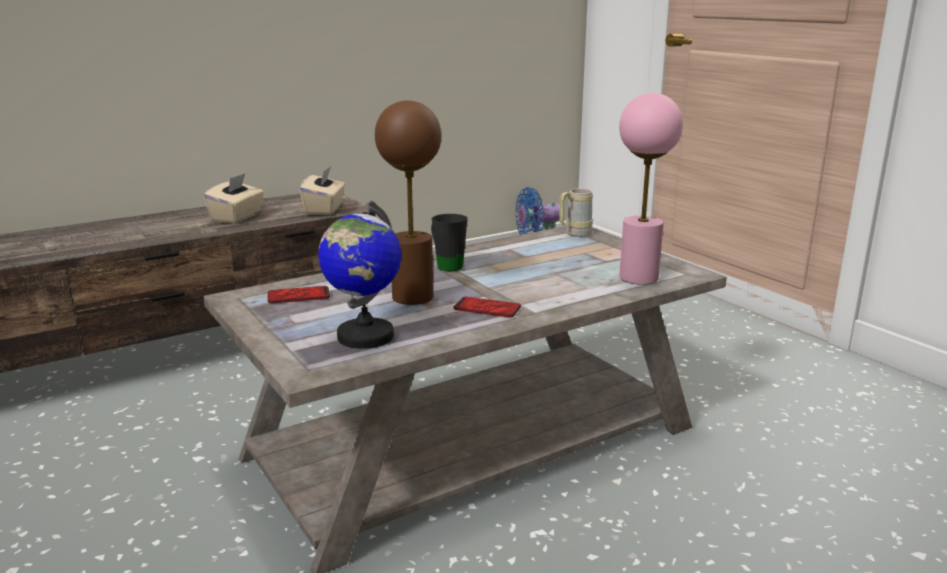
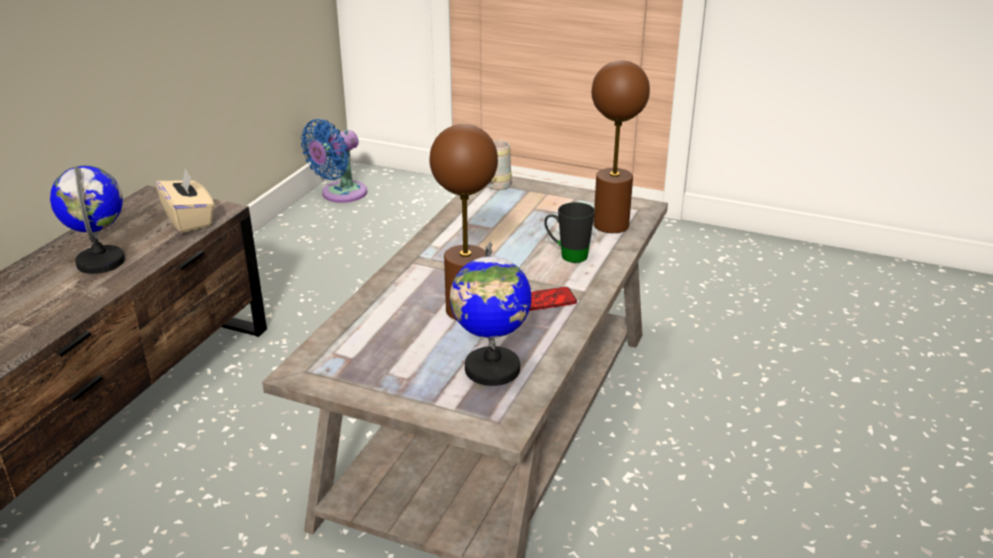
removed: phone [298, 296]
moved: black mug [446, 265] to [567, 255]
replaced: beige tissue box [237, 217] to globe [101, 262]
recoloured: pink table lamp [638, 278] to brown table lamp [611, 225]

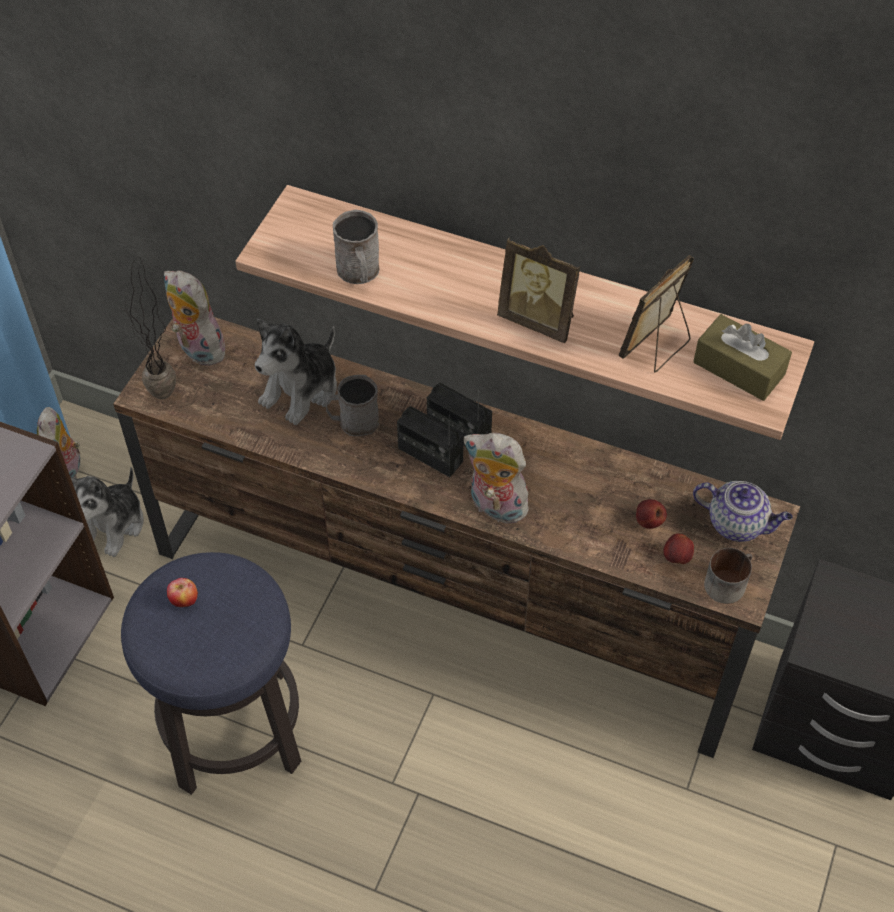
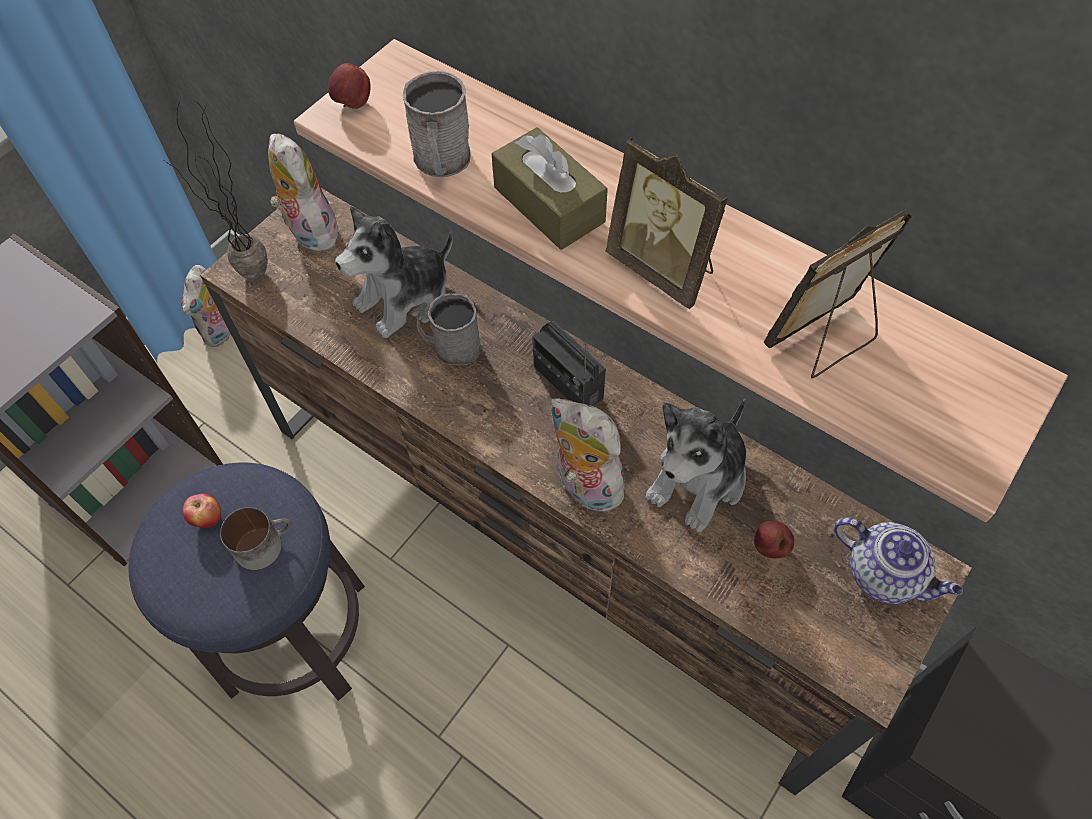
removed: radio [430, 455]
moved: brown tissue box [739, 368] to [549, 204]; plush toy [114, 525] to [699, 479]; apple [677, 558] to [353, 104]; mug [727, 581] to [264, 543]

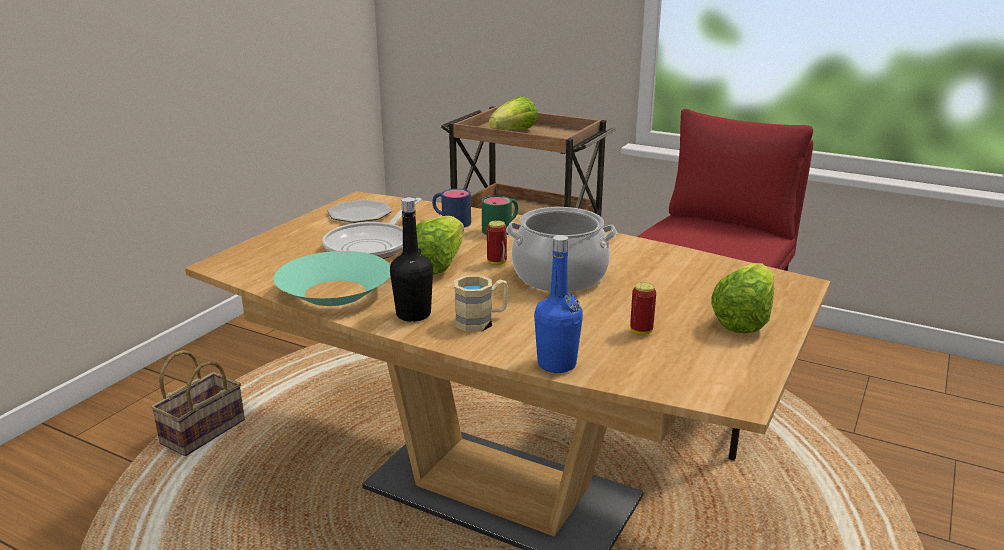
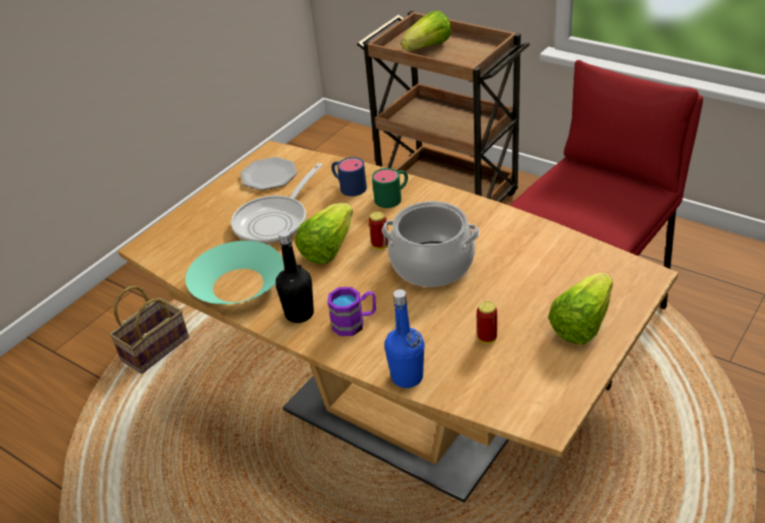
recoloured: beige mug [481, 321] to purple mug [354, 323]

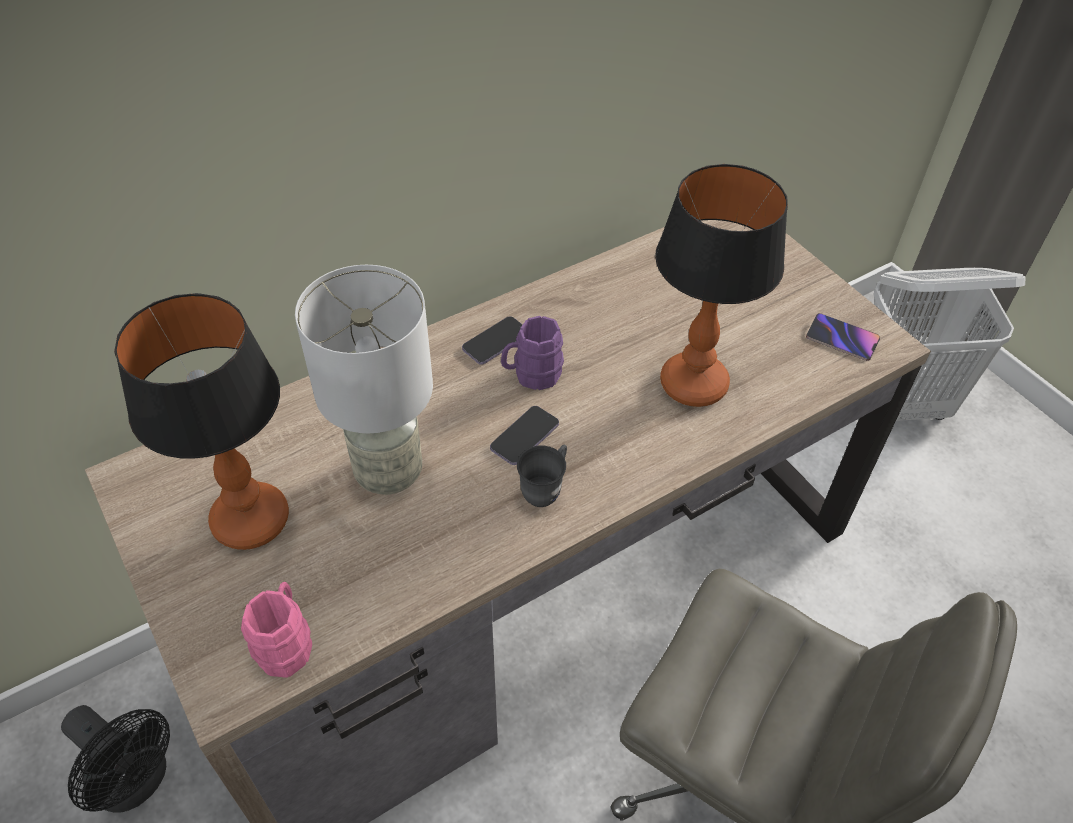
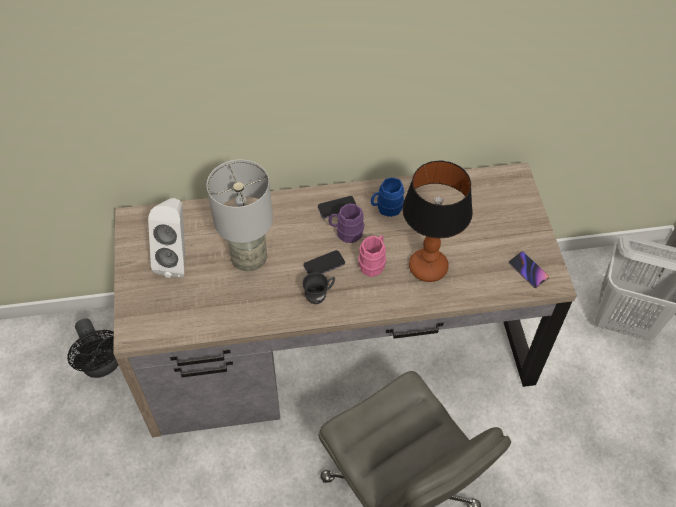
added: blue mug [386, 208]
moved: pink mug [286, 642] to [373, 262]
replaced: table lamp [251, 519] to white speaker [177, 259]

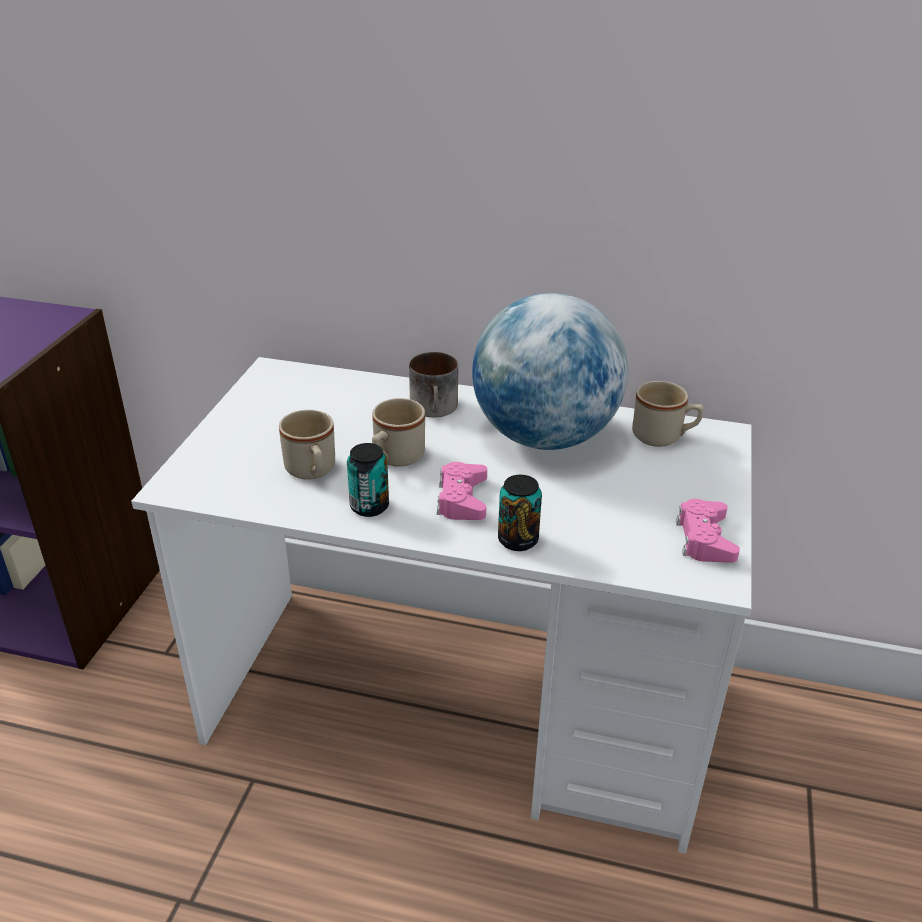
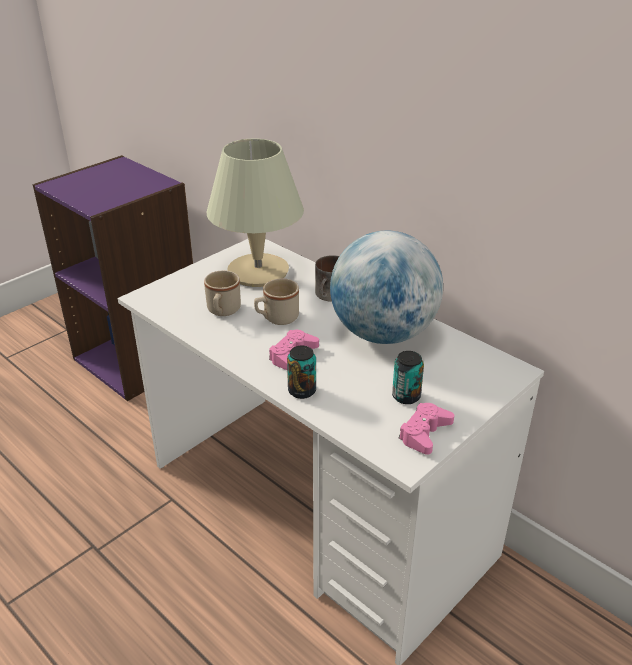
removed: beige mug [664, 437]
added: beige table lamp [258, 272]
moved: can [369, 506] to [406, 396]

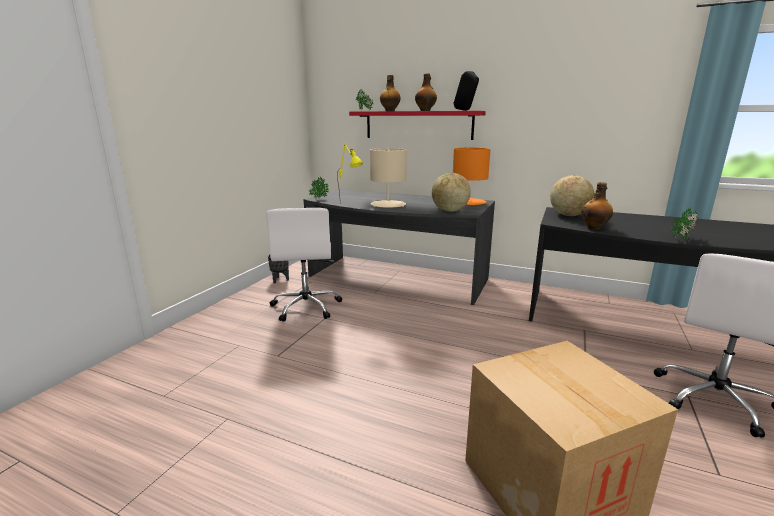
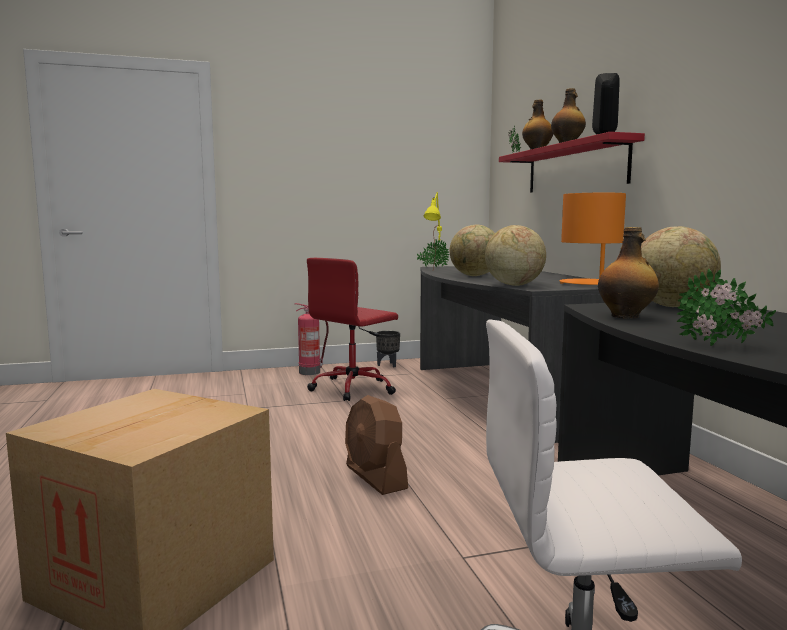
added: fire extinguisher [310, 372]; brown fan [375, 477]
replaced: beige table lamp [388, 205] to globe [475, 276]
recoloured: white office chair [306, 307] to red office chair [354, 388]

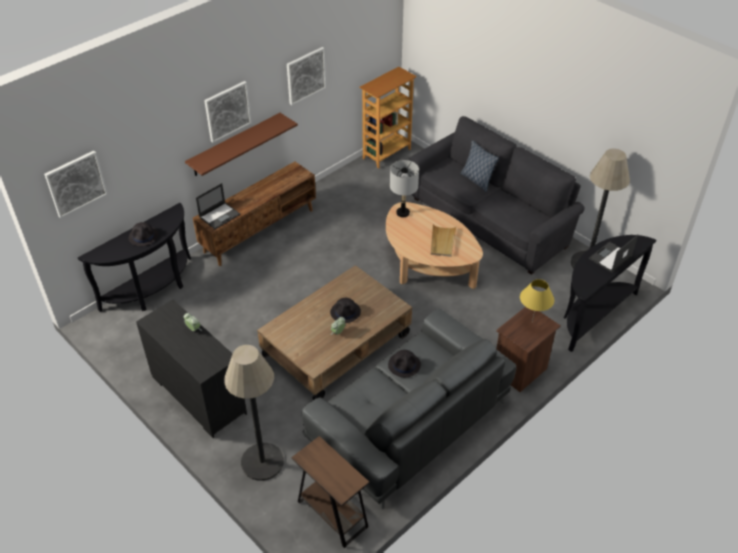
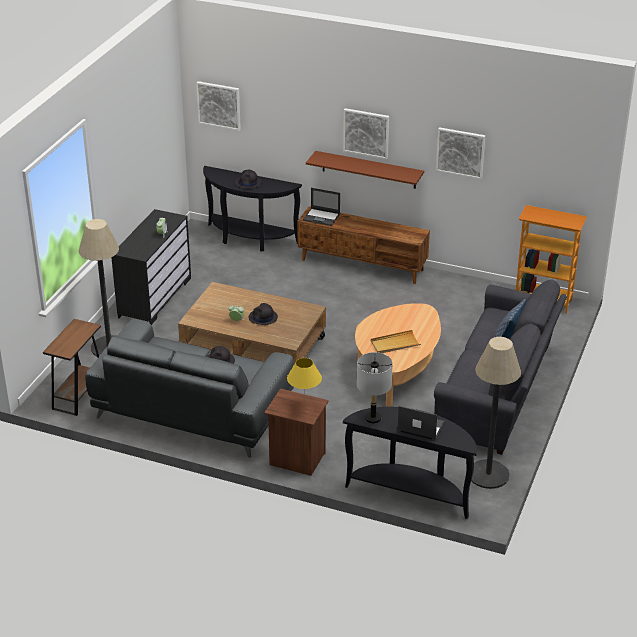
moved: grey table lamp [402, 213] to [372, 418]

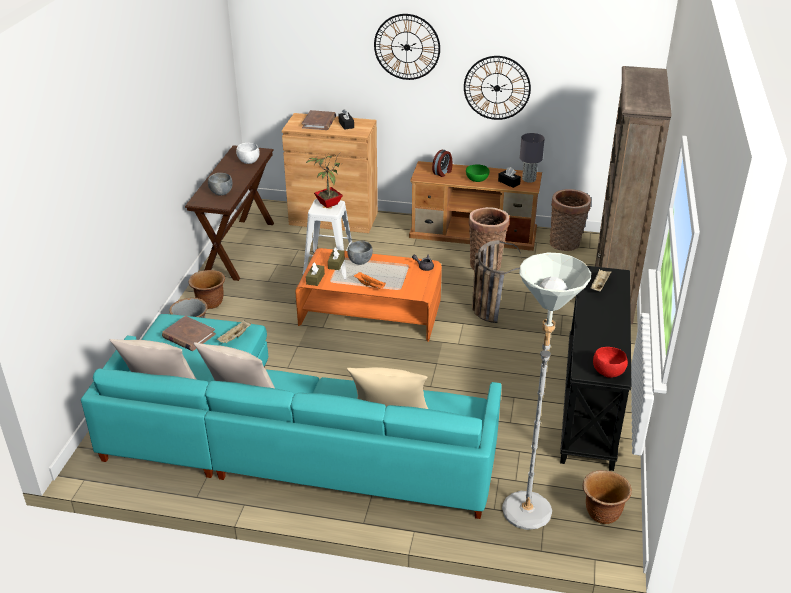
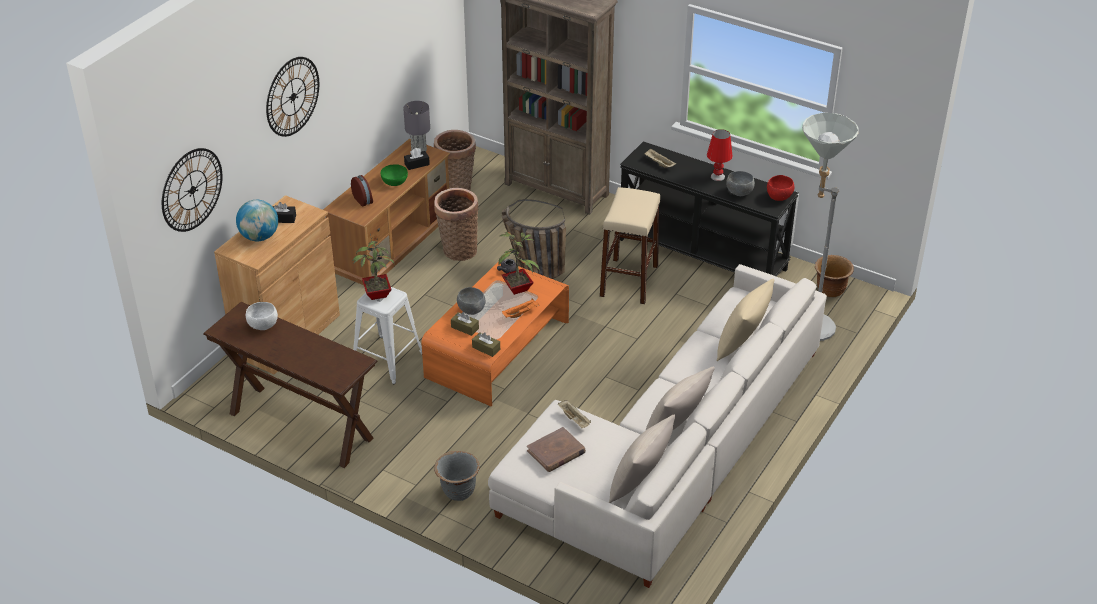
removed: brown planter [210, 303]
added: red table lamp [717, 177]; beige stool [629, 281]; potted plant [519, 288]
moved: wall clock [497, 88] to [192, 190]; grey bowl [221, 193] to [739, 193]
replaced: brown book [319, 122] to globe [259, 237]
recoloured: turquoise sofa [280, 440] to white sofa [671, 452]

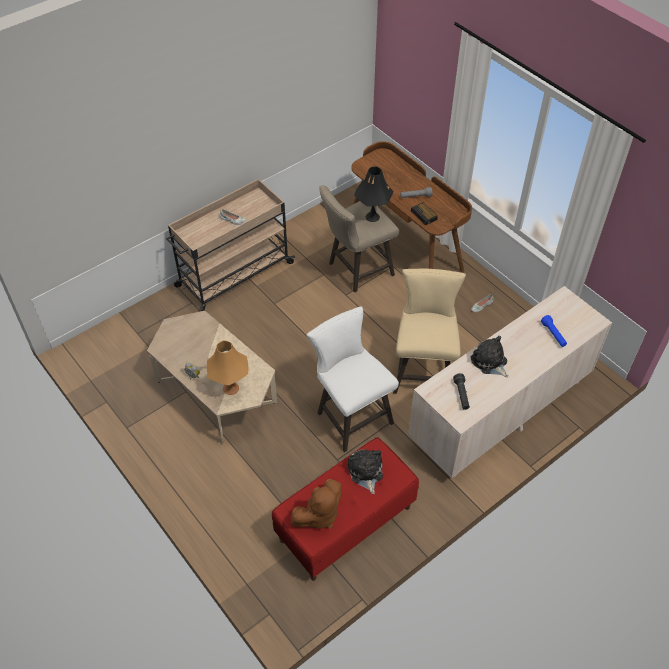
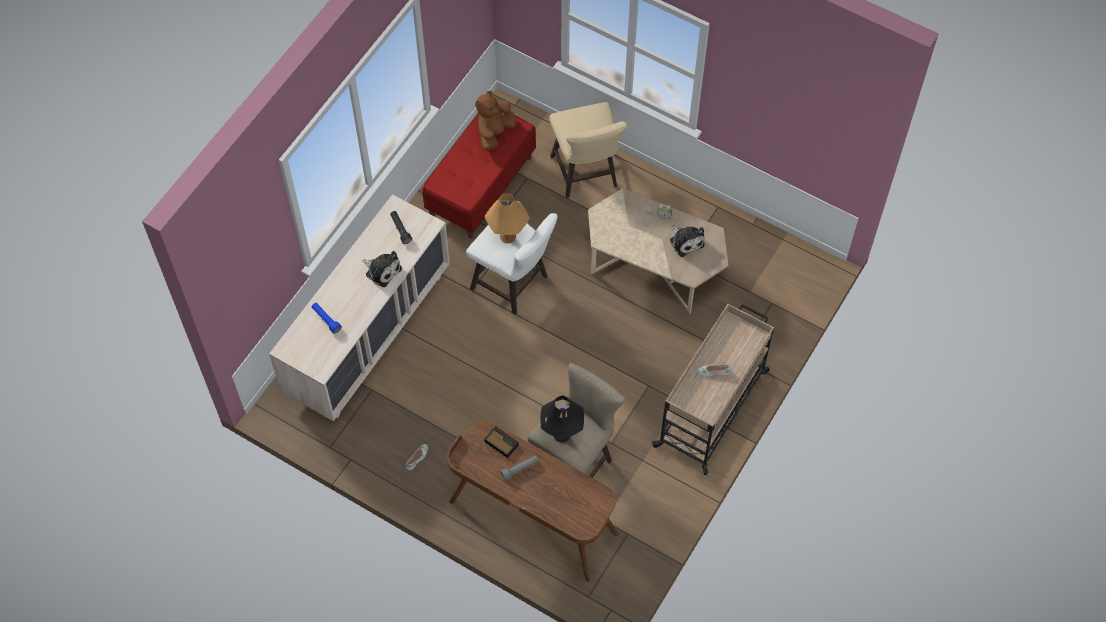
moved: beige stool [423, 370] to [586, 175]; orange table lamp [231, 388] to [507, 236]; plush toy [365, 472] to [686, 241]

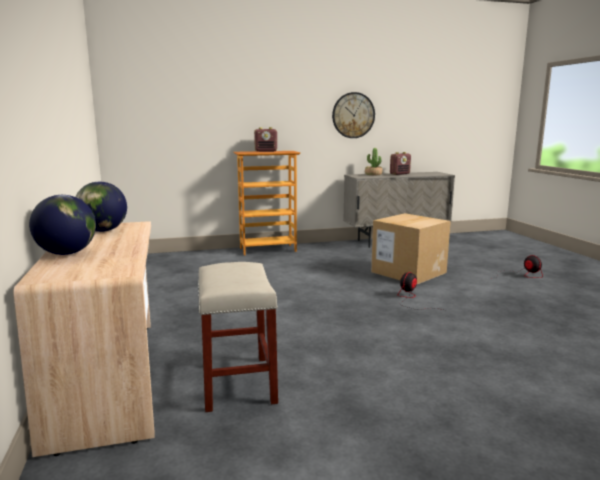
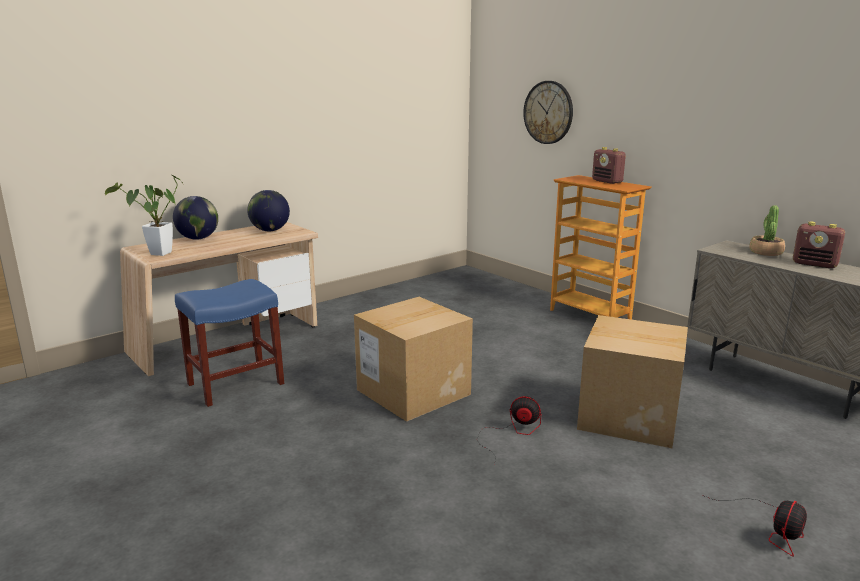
added: potted plant [157, 255]; cardboard box [413, 392]
moved: wall clock [353, 115] to [548, 112]
recoloured: beige stool [238, 383] to blue stool [234, 384]

